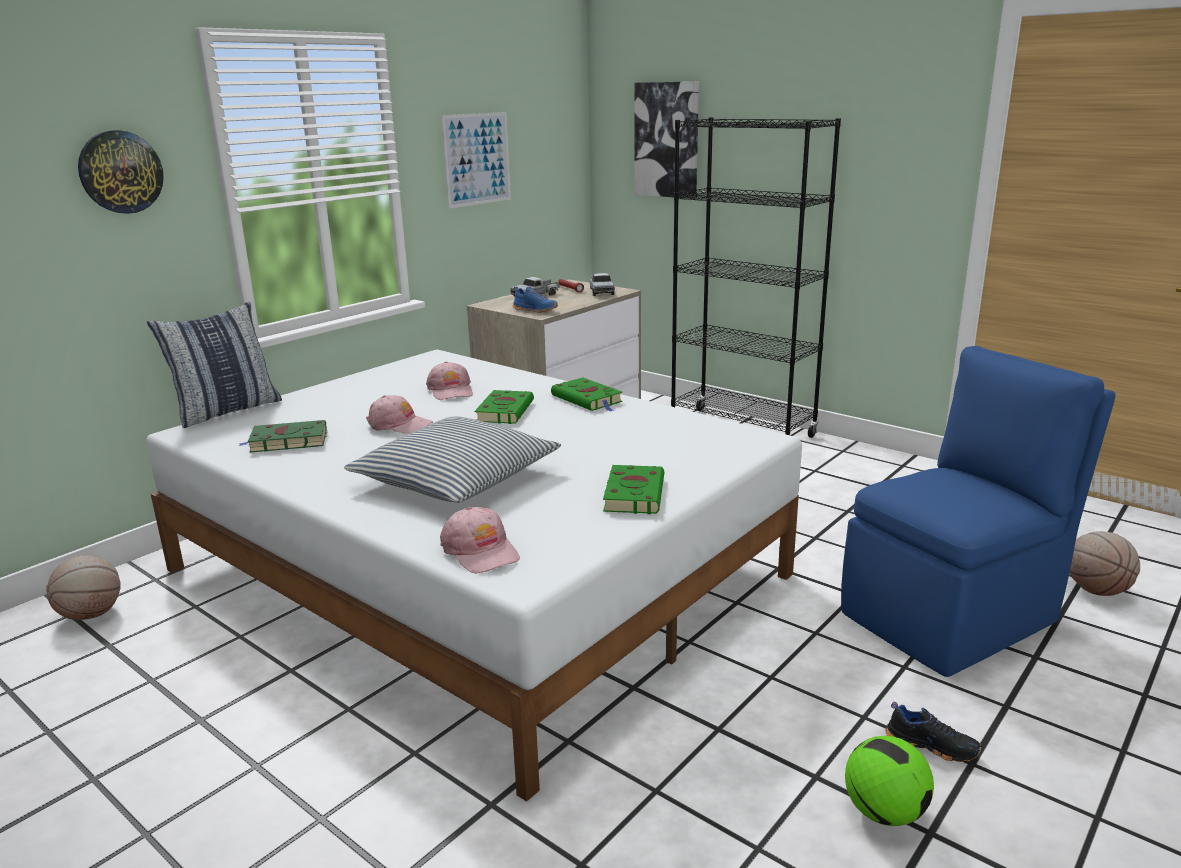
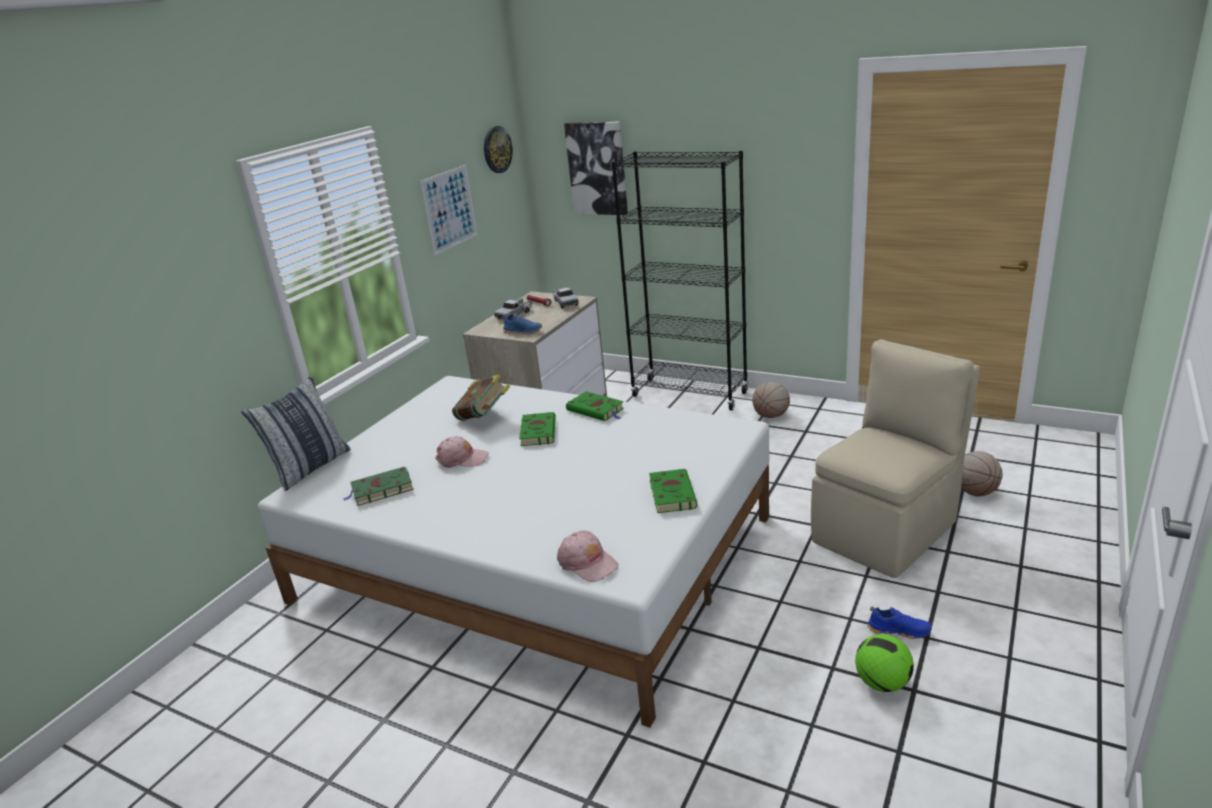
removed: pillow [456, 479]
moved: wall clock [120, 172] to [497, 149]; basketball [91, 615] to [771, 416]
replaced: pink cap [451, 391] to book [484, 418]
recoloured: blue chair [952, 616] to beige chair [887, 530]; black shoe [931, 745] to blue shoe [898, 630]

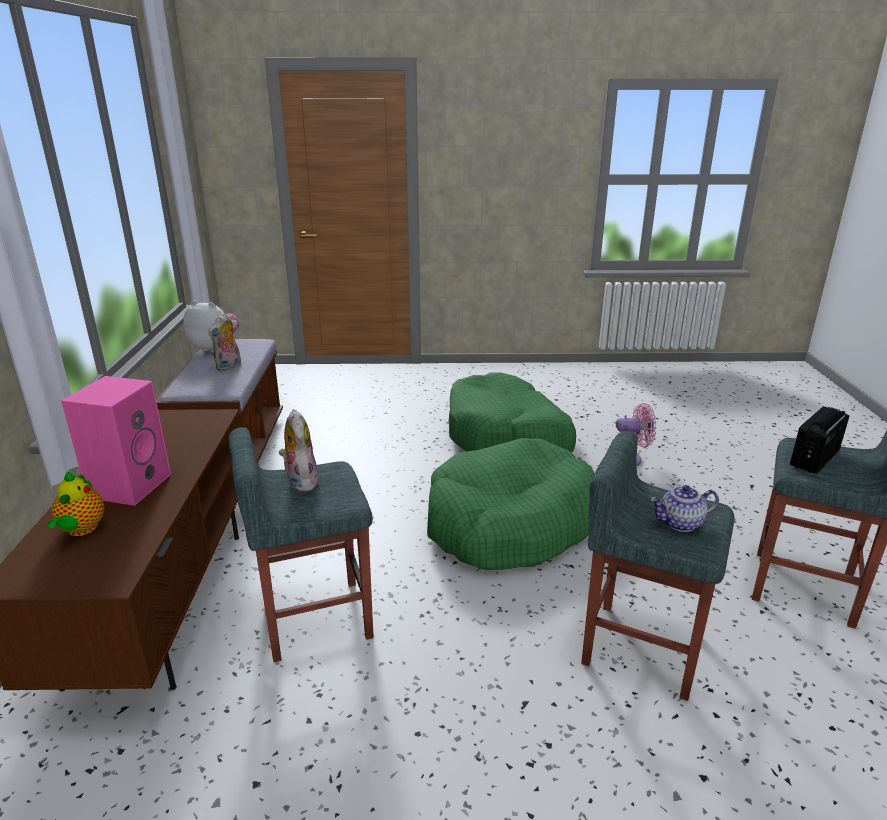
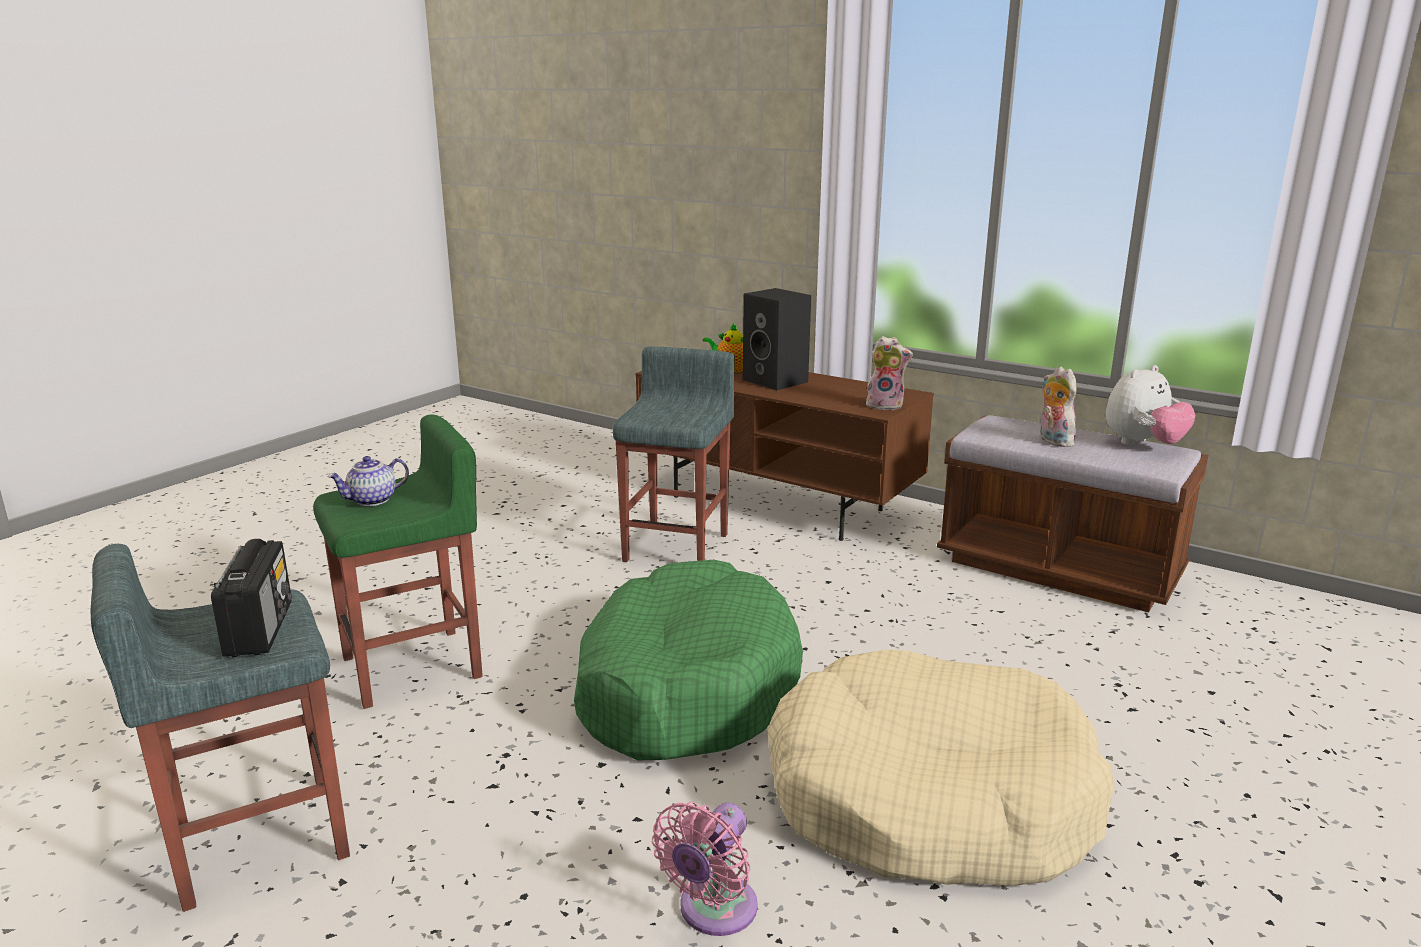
moved: plush toy [300, 481] to [885, 405]
recoloured: green dog bed [507, 438] to beige dog bed [929, 799]; pink speaker [130, 484] to black speaker [777, 381]; grey stool [640, 648] to green stool [414, 667]
turned: teapot [680, 524] = [372, 501] 150 degrees counterclockwise

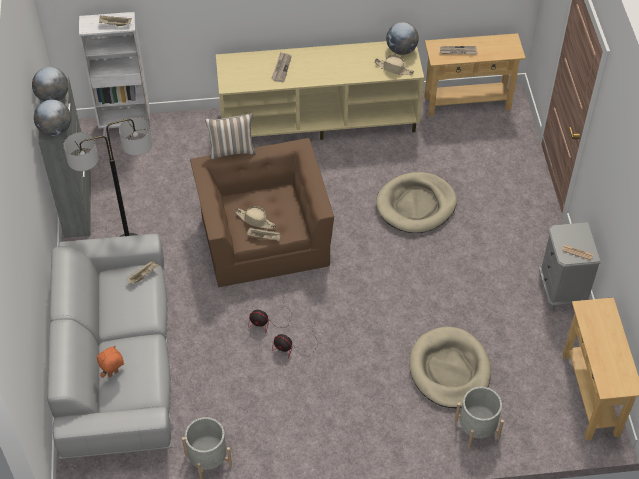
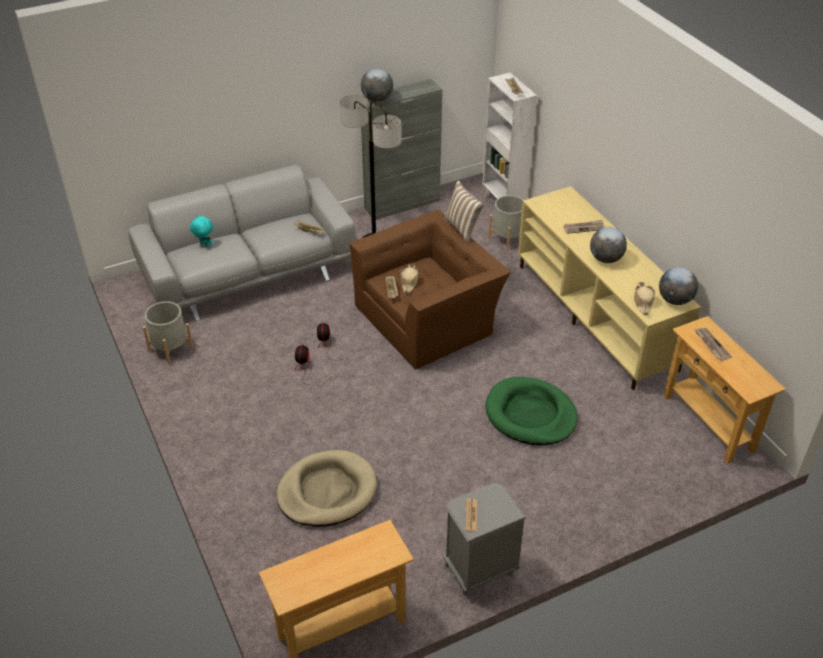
moved: globe [53, 97] to [605, 259]; grey planter [477, 429] to [507, 239]
recoloured: beige dog bed [416, 205] to green dog bed [530, 414]; orange plush toy [113, 374] to turquoise plush toy [204, 245]

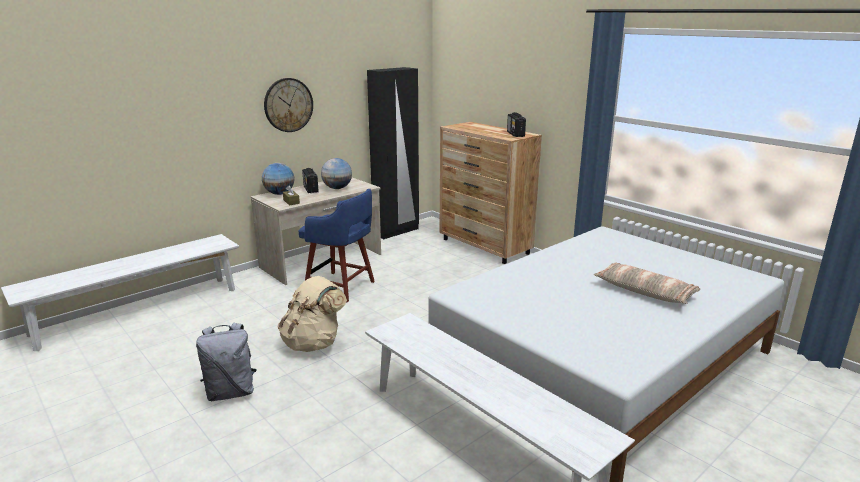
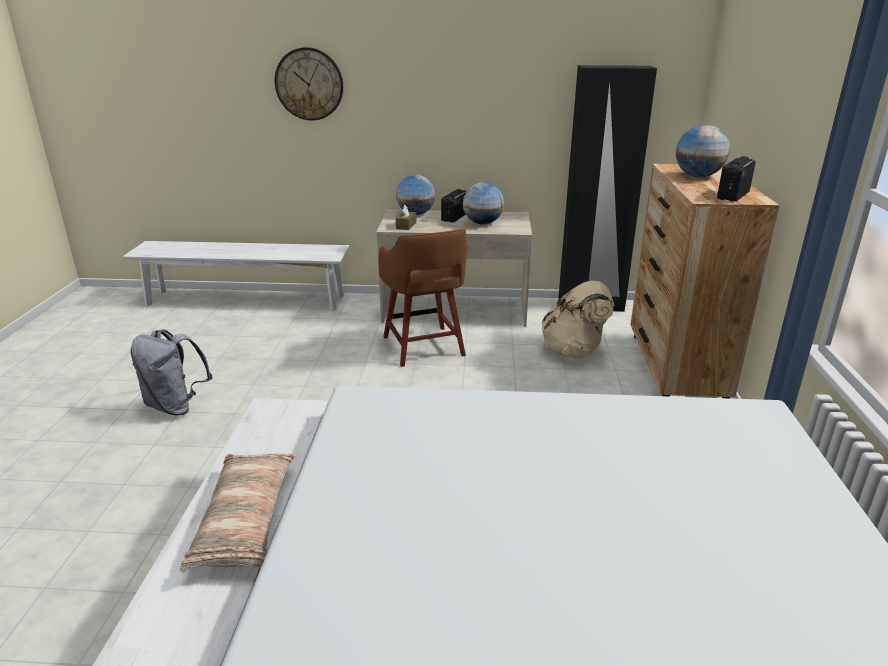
added: globe [698, 176]
moved: wall clock [288, 105] to [309, 84]; pillow [644, 291] to [246, 520]; beige backpack [313, 343] to [574, 351]
recoloured: blue stool [341, 287] to brown stool [423, 348]

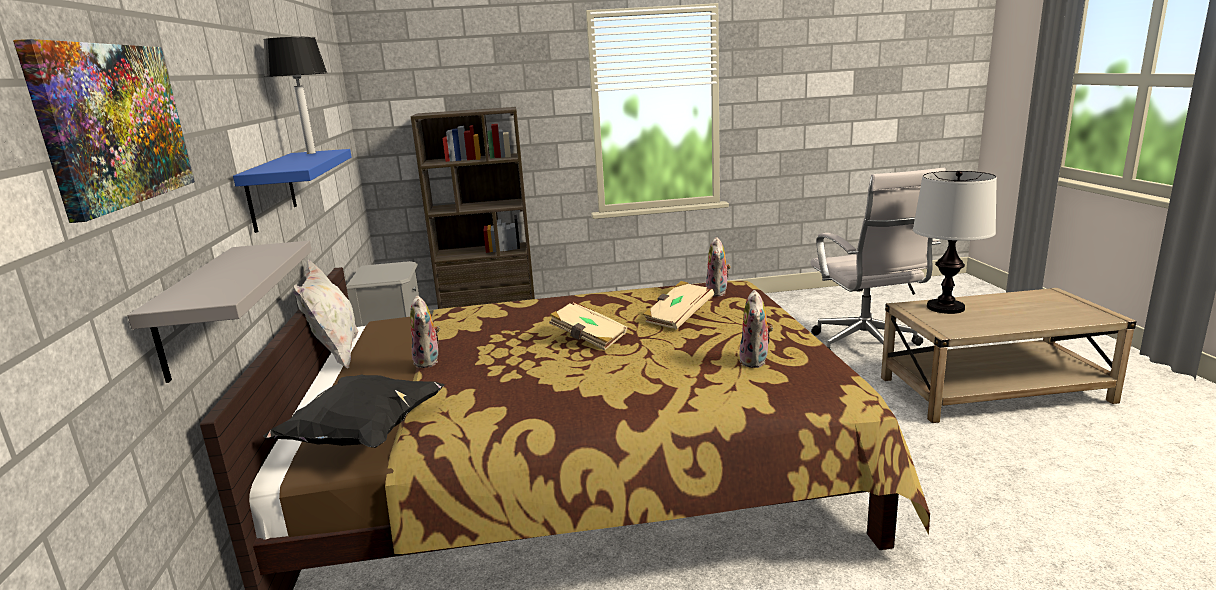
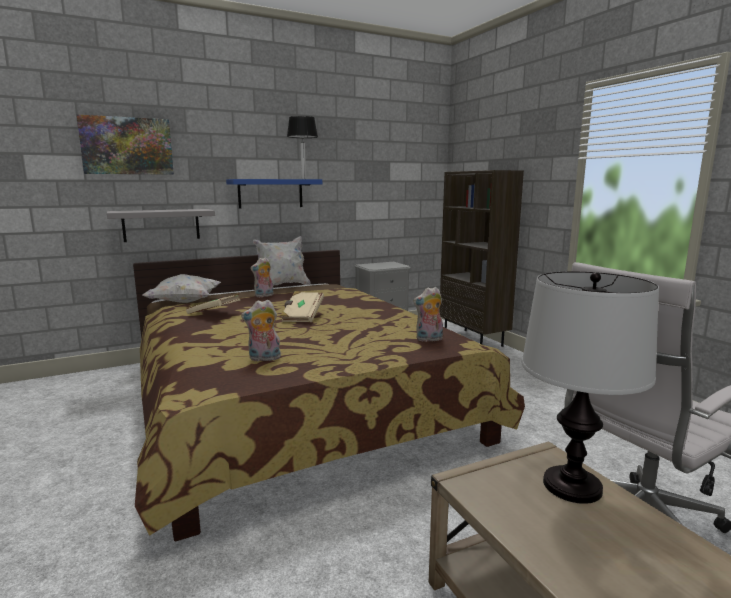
moved: beige book [678, 318] to [214, 313]
recoloured: black pillow [364, 435] to white pillow [184, 302]

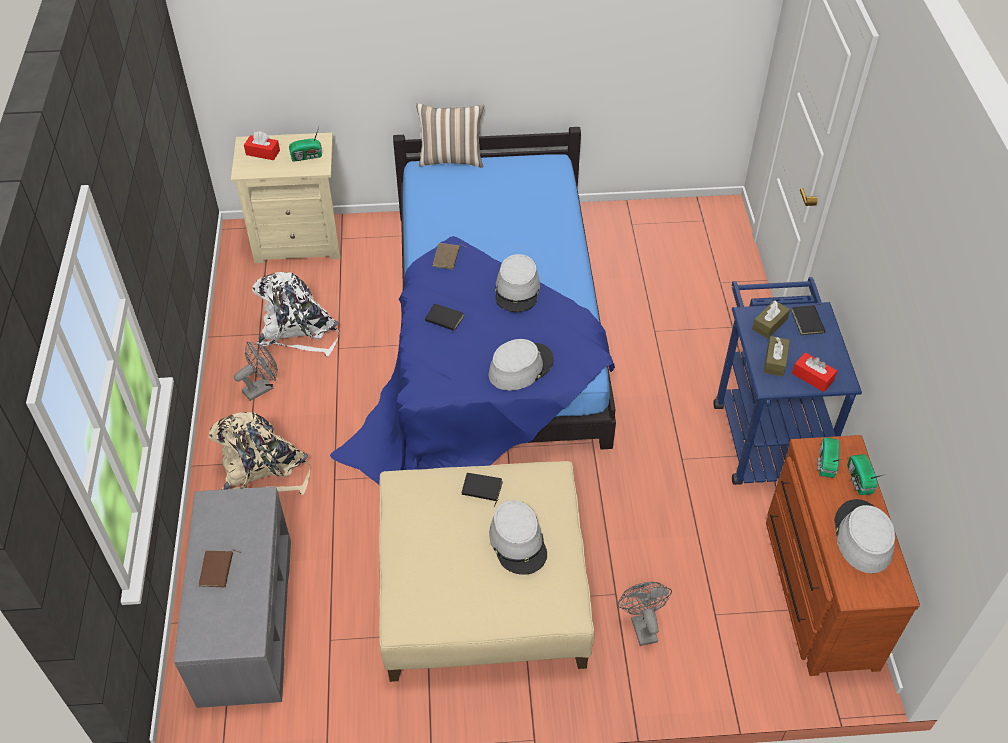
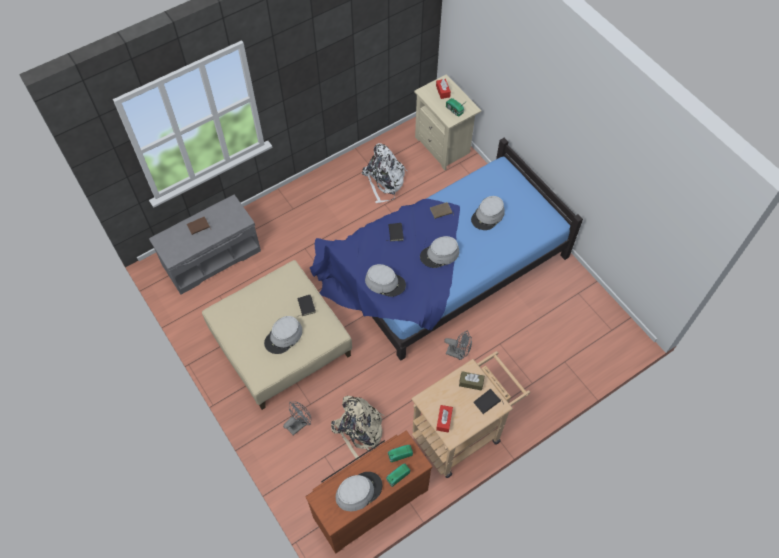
removed: pillow [451, 159]; brown tissue box [775, 361]
added: grey hat [488, 216]
moved: grey fan [262, 387] to [458, 353]; beige backpack [263, 469] to [359, 432]
recoloured: blue cart [764, 431] to beige cart [462, 432]

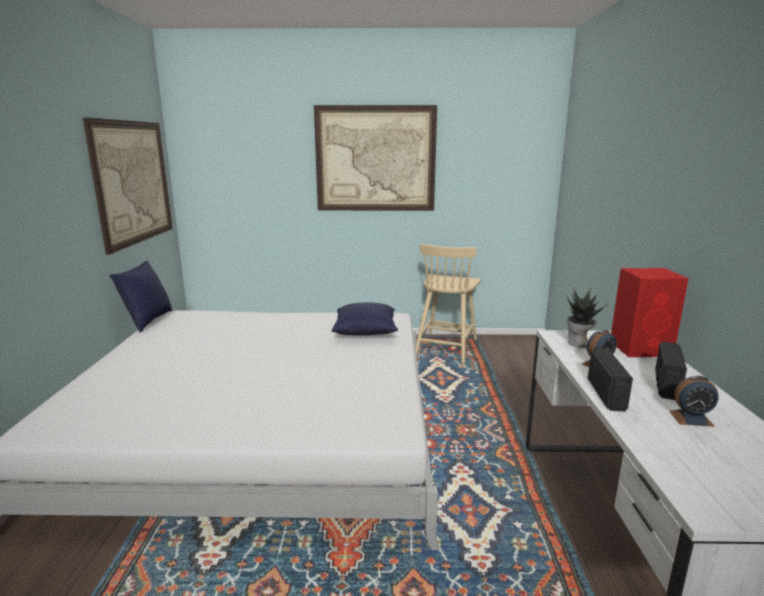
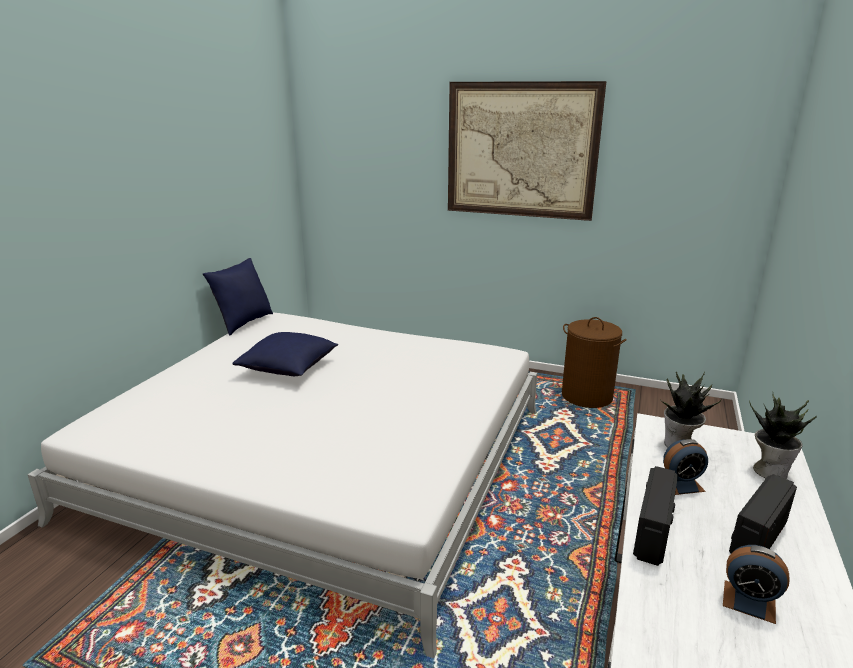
removed: picture [133, 182]
moved: blue pillow [365, 332] to [289, 369]
replaced: beige chair [446, 347] to brown laundry basket [586, 396]; red speaker [642, 348] to potted plant [770, 471]

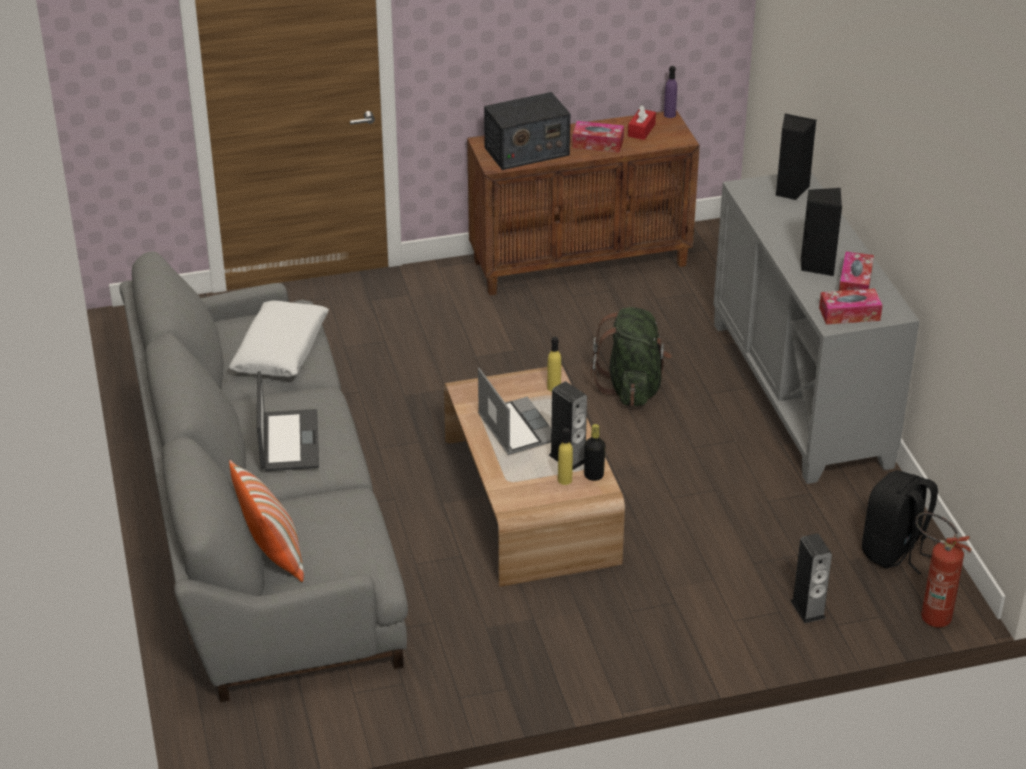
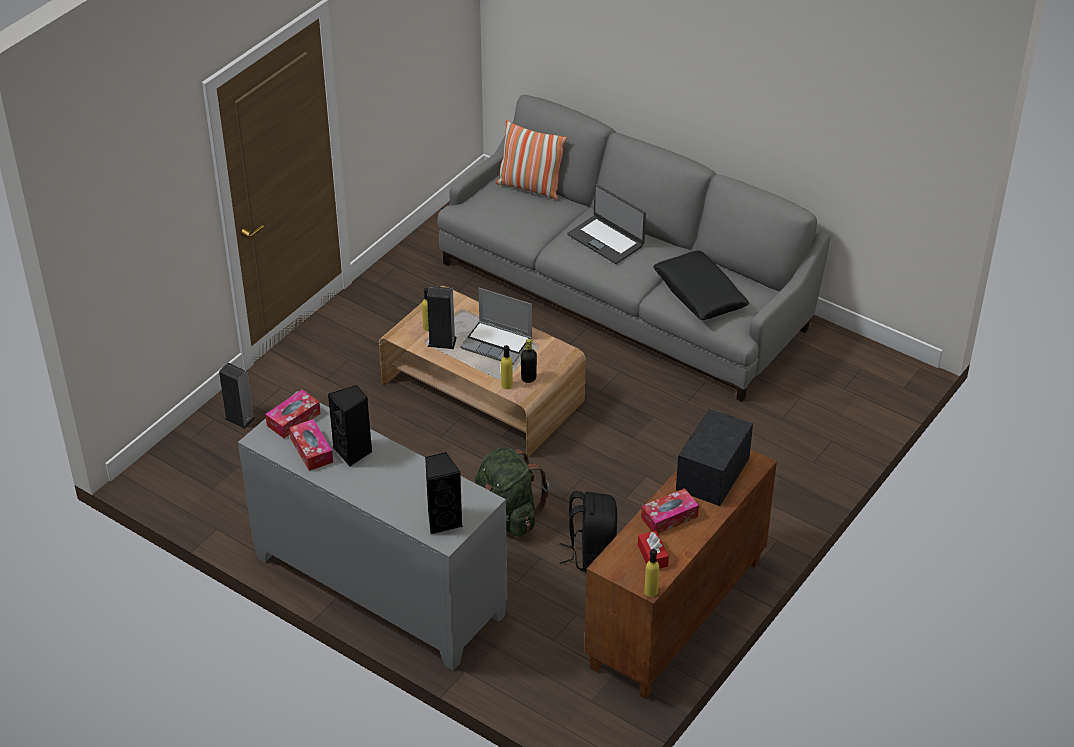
removed: fire extinguisher [928, 615]
moved: black bottle [593, 475] to [528, 378]; black backpack [894, 551] to [591, 555]
recoloured: purple bottle [669, 115] to yellow bottle [651, 591]; white pillow [281, 350] to black pillow [699, 294]

